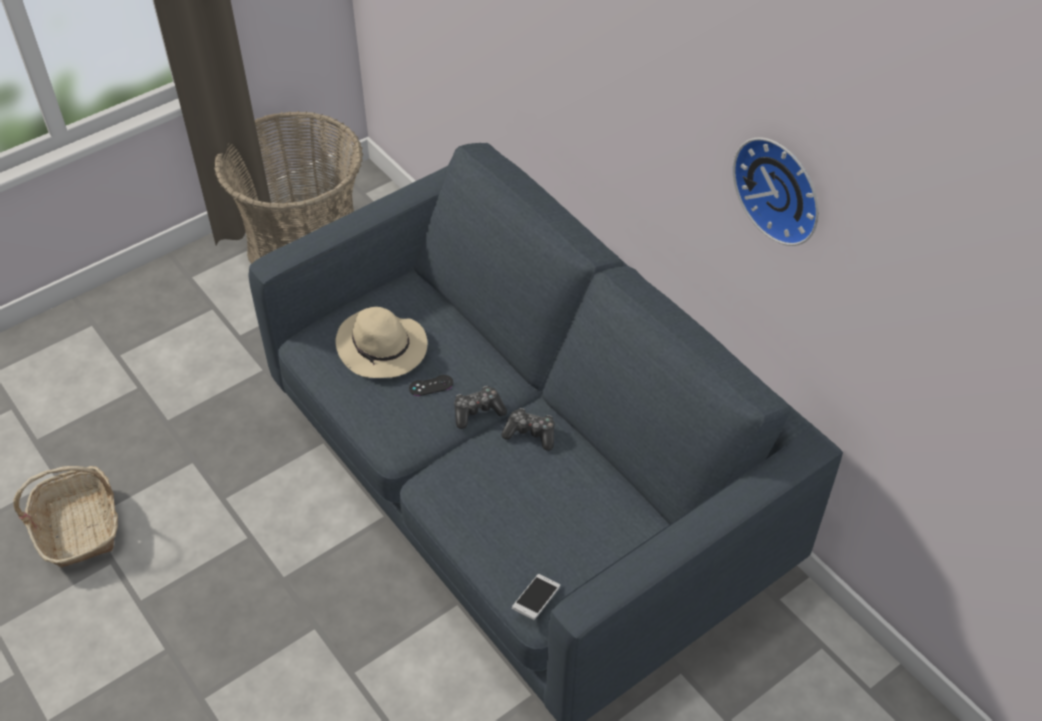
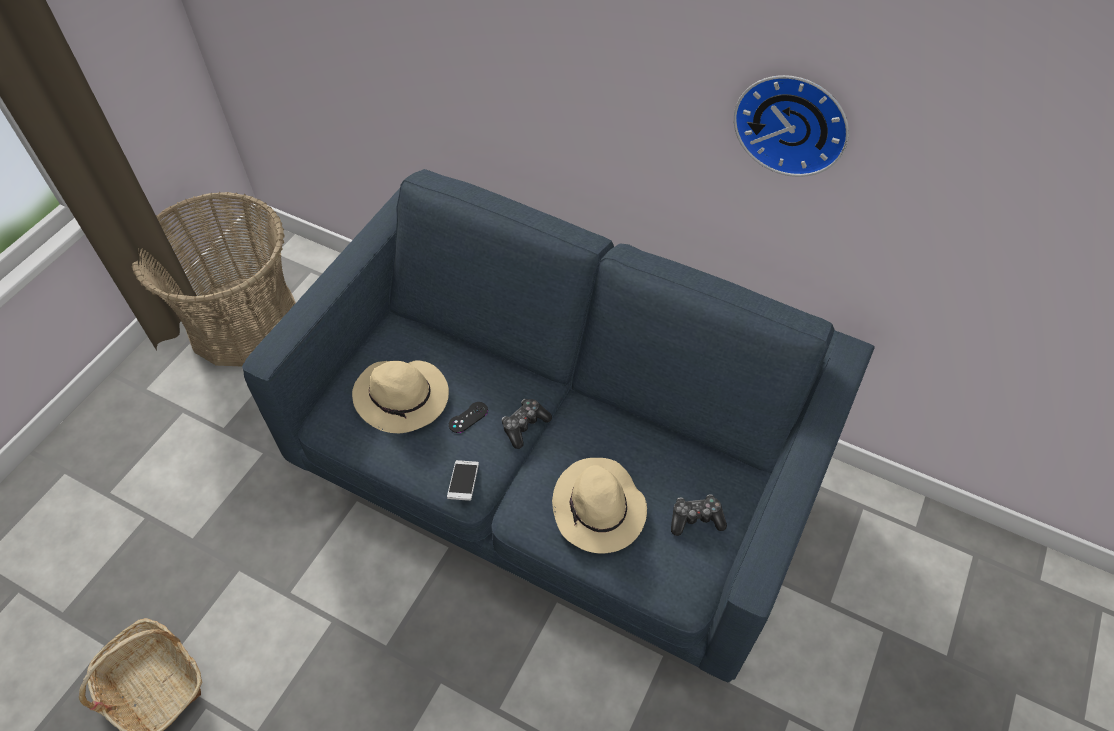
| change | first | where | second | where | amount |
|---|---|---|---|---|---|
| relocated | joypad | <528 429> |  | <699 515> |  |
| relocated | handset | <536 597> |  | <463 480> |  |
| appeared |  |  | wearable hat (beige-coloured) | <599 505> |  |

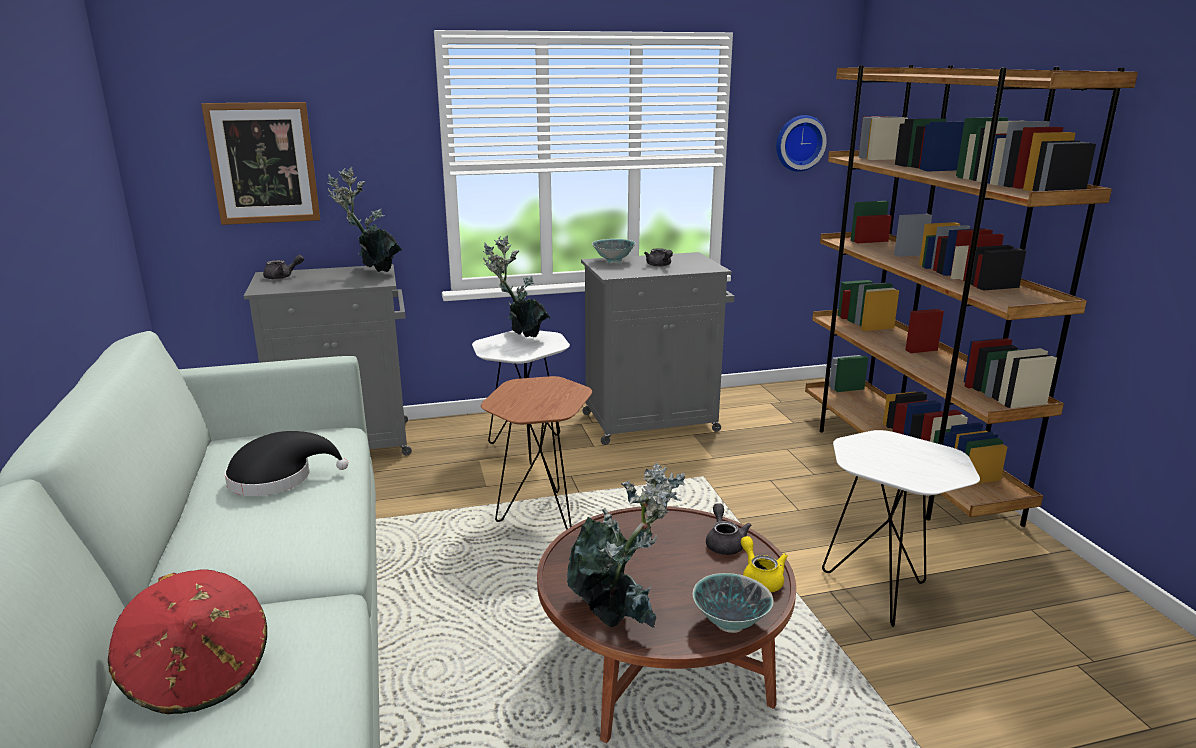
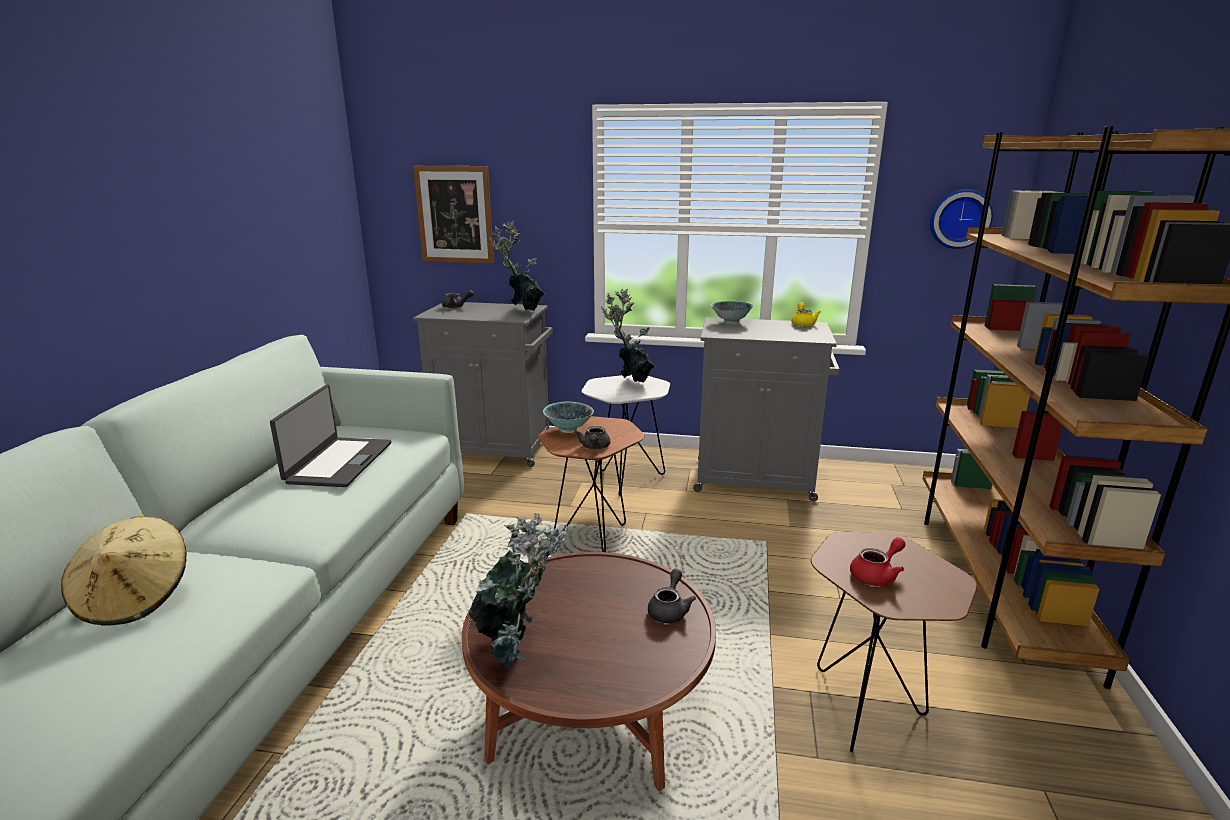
| change | first | where | second | where | amount |
|---|---|---|---|---|---|
| relocated | pot for tea (greyish) | <658 257> |  | <592 437> |  |
| colour | end table (white-coloured) | <901 528> | end table (brown) | <894 642> |  |
| exchanged | wearable hat (blackish) | <286 463> | notebook computer | <330 435> |  |
| relocated | pot for tea (yellowish) | <764 564> |  | <806 314> |  |
| colour | wearable hat (red-coloured) | <187 642> | wearable hat (beige-coloured) | <124 571> |  |
| relocated | bowl | <732 603> |  | <568 417> |  |
| appeared |  |  | pot for tea (red-coloured) | <878 561> |  |

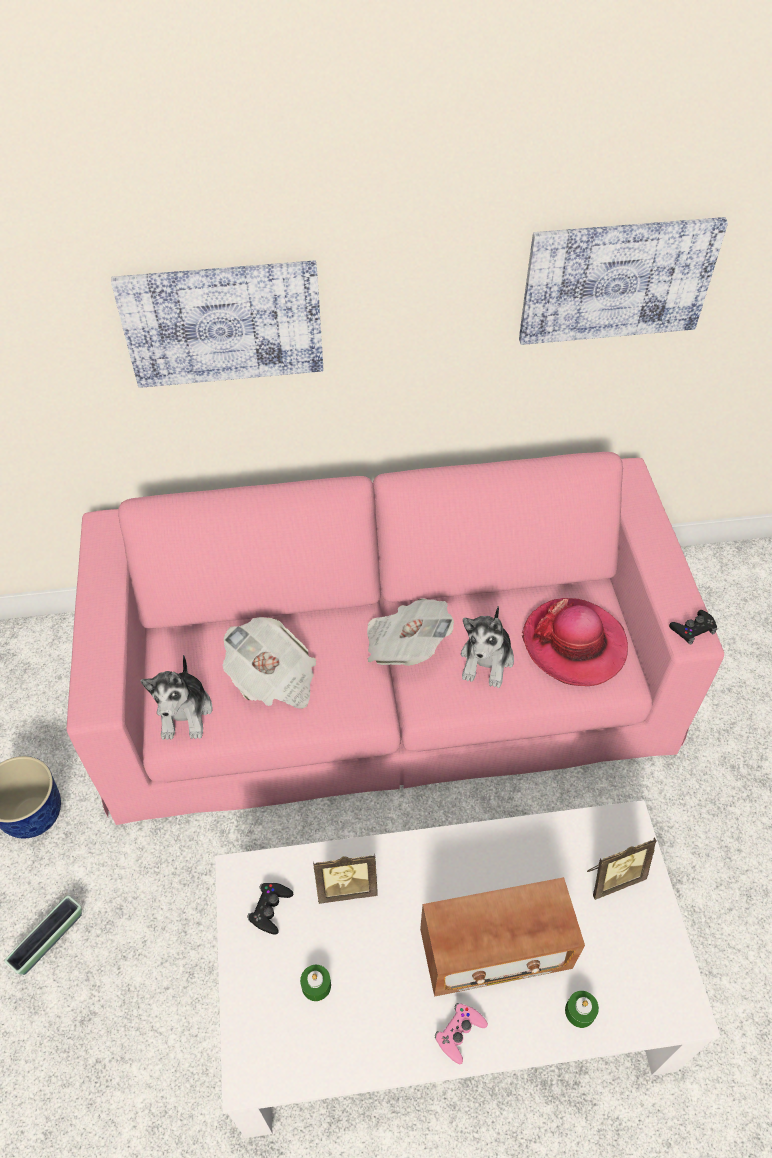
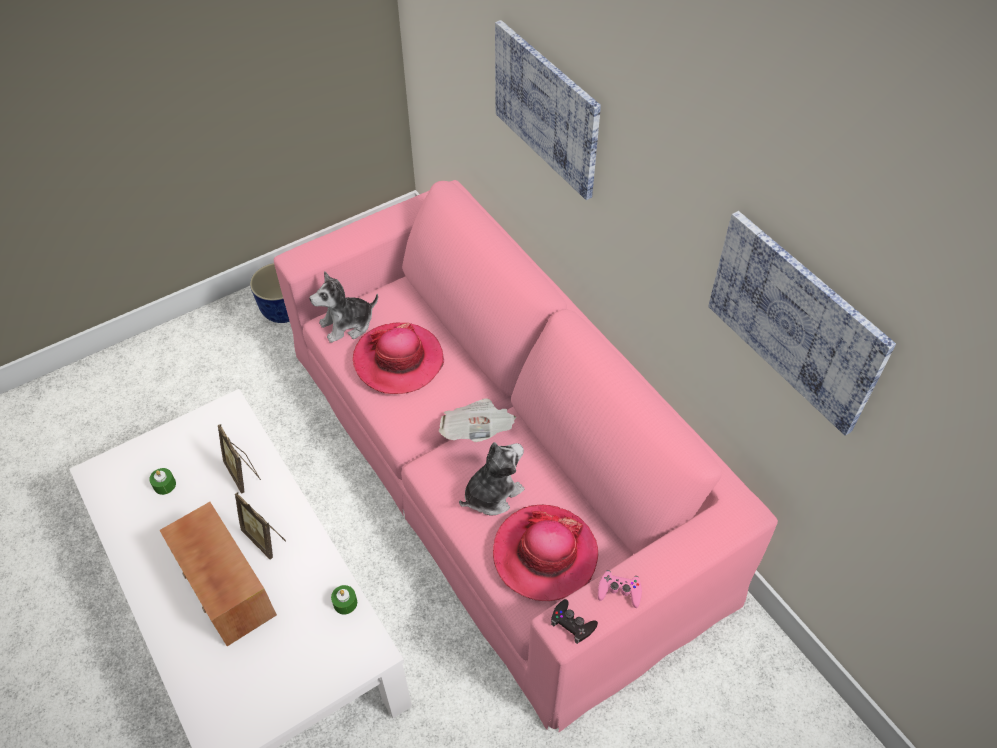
| change | first | where | second | where | amount |
|---|---|---|---|---|---|
| spun | cuddly toy | <487 647> |  | <492 479> | 150 degrees clockwise |
| exchanged | newspaper | <269 663> | wearable hat | <398 358> |  |
| relocated | picture frame | <621 869> |  | <260 526> |  |
| missing | joypad (blackish) | <270 909> |  |  |  |
| missing | plant pot | <43 935> |  |  |  |
| relocated | candle (green) | <582 1009> |  | <344 600> |  |
| relocated | joypad (pink) | <461 1033> |  | <620 589> |  |

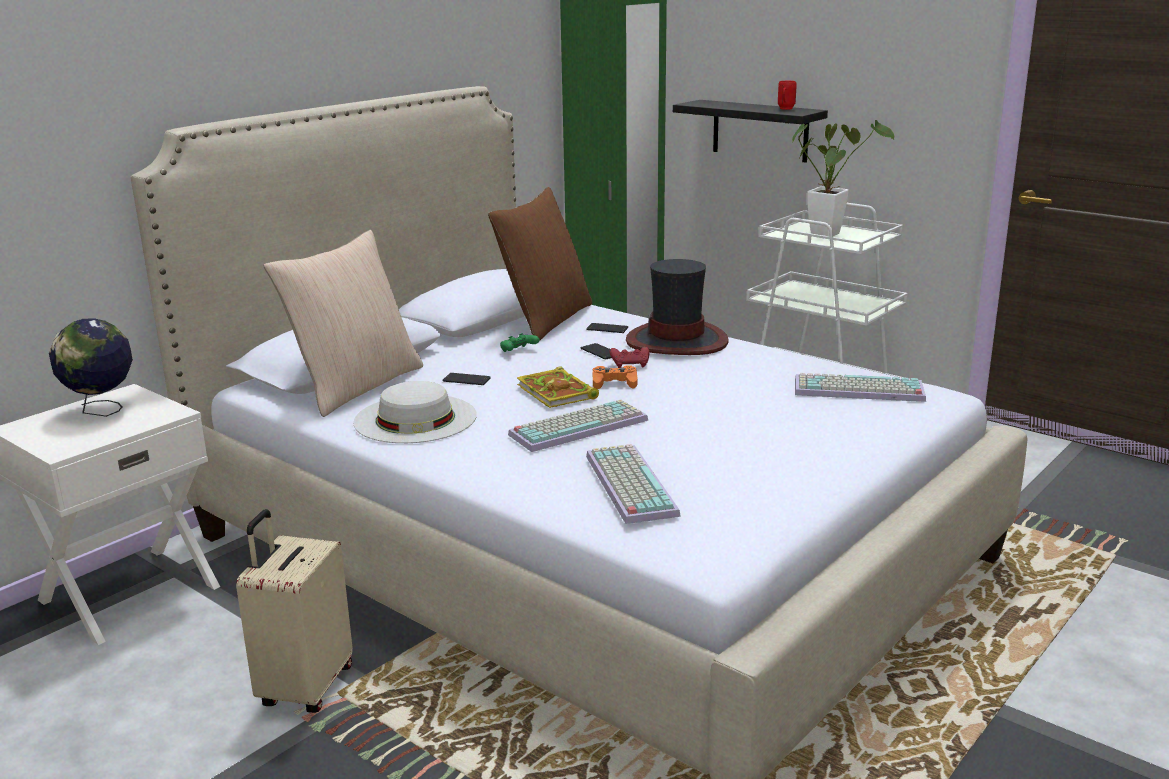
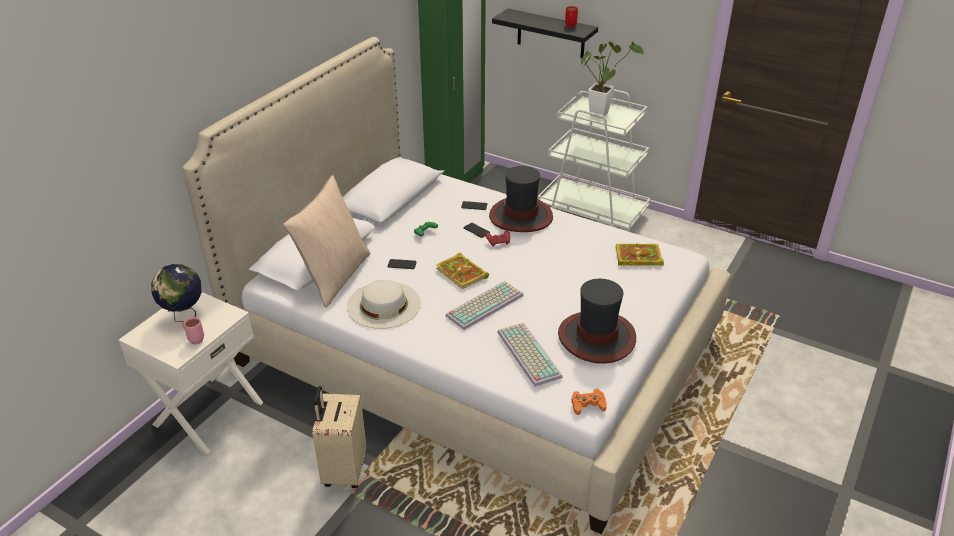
| change | first | where | second | where | amount |
|---|---|---|---|---|---|
| missing | cushion (brown) | <540 263> |  |  |  |
| relocated | joypad (orangey) | <615 377> |  | <589 402> |  |
| exchanged | PC keyboard | <860 387> | bound book | <639 254> |  |
| appeared |  |  | wearable hat | <597 321> |  |
| appeared |  |  | coffee mug (pink) | <193 331> |  |

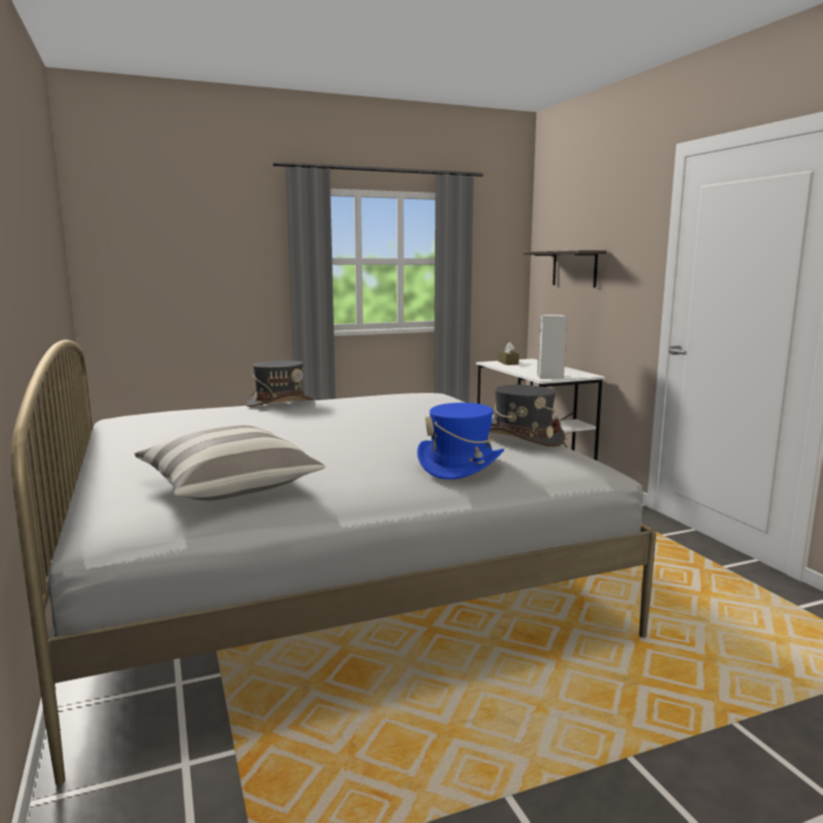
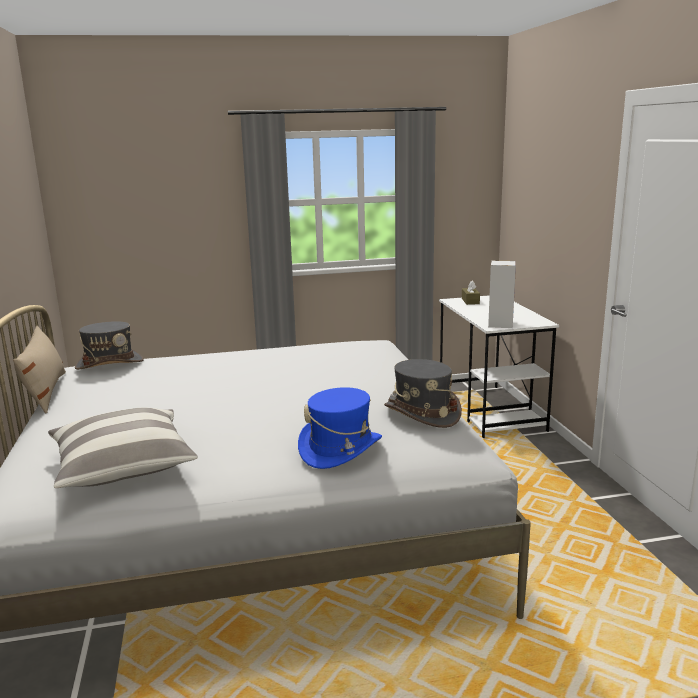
| change | first | where | second | where | amount |
|---|---|---|---|---|---|
| missing | shelf | <565 269> |  |  |  |
| relocated | wearable hat (greyish) | <279 384> |  | <109 345> |  |
| appeared |  |  | cushion (beige-coloured) | <39 369> |  |

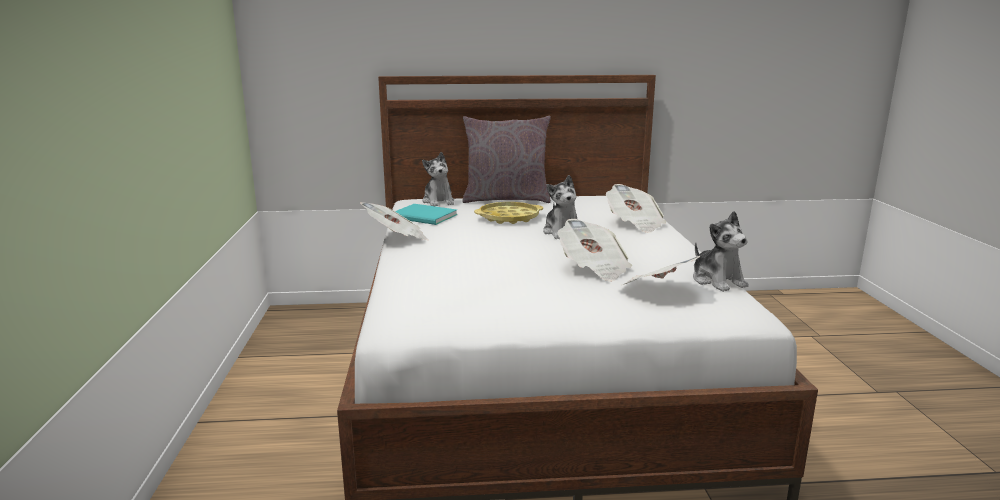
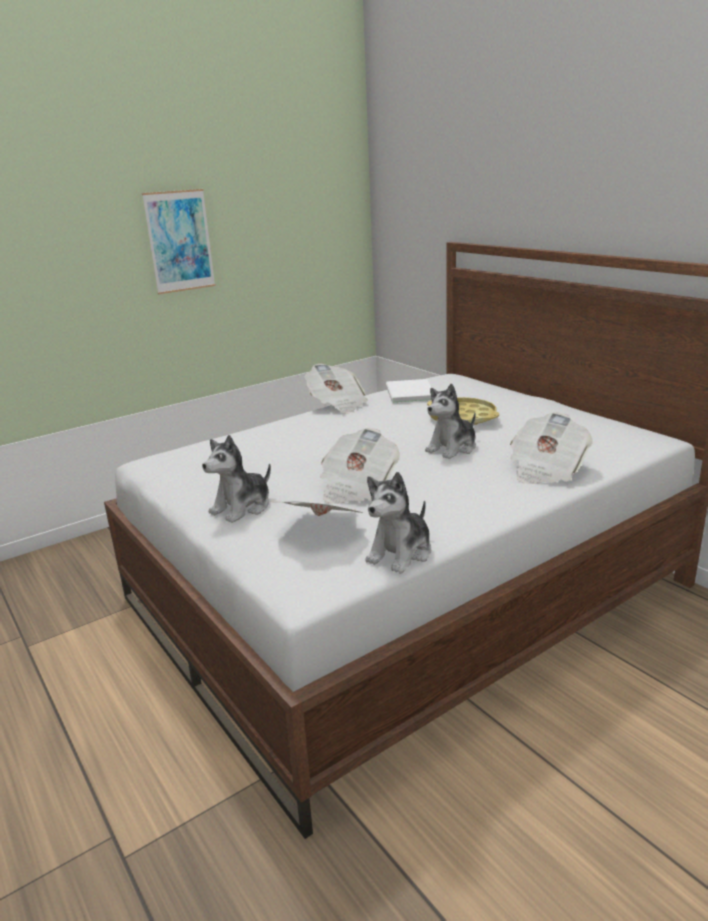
| change | first | where | second | where | amount |
|---|---|---|---|---|---|
| missing | cushion (greyish) | <506 159> |  |  |  |
| relocated | cuddly toy | <438 179> |  | <236 479> |  |
| colour | bound book (blue-green) | <426 214> | bound book (white-coloured) | <409 391> |  |
| appeared |  |  | picture | <179 241> |  |

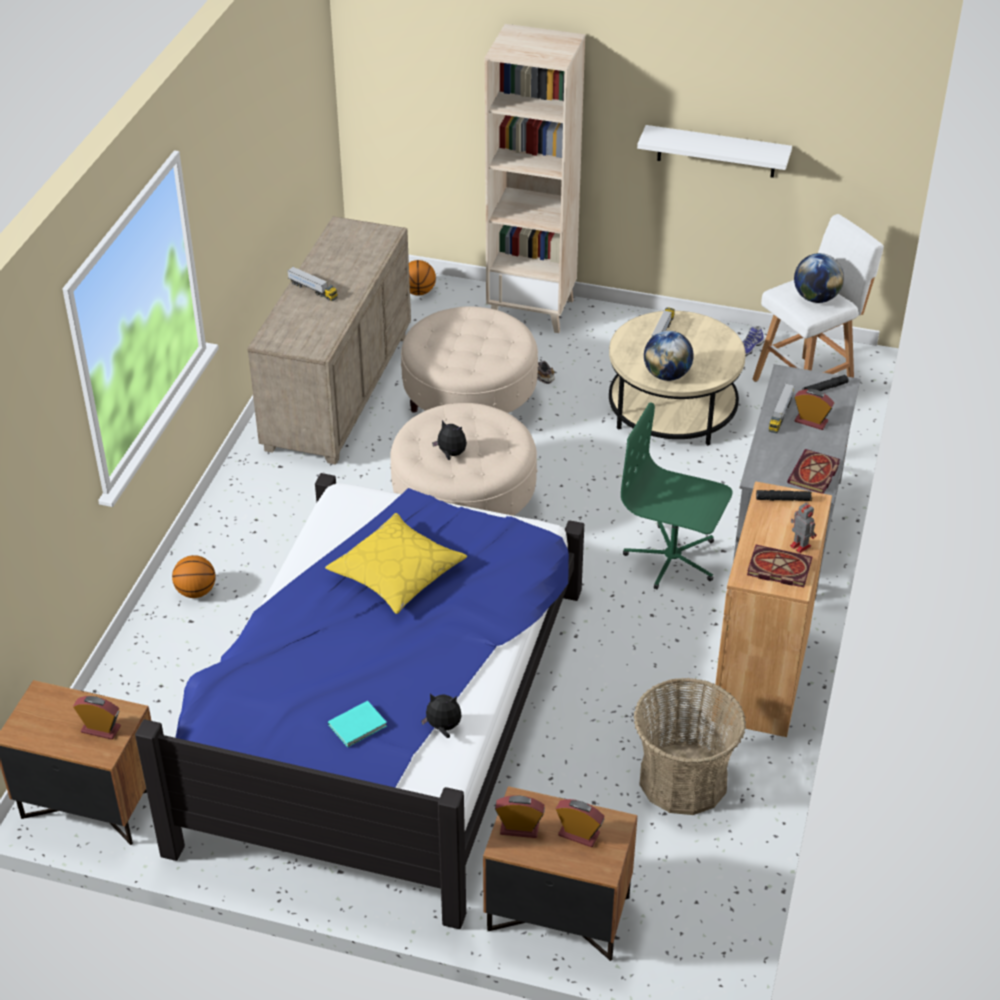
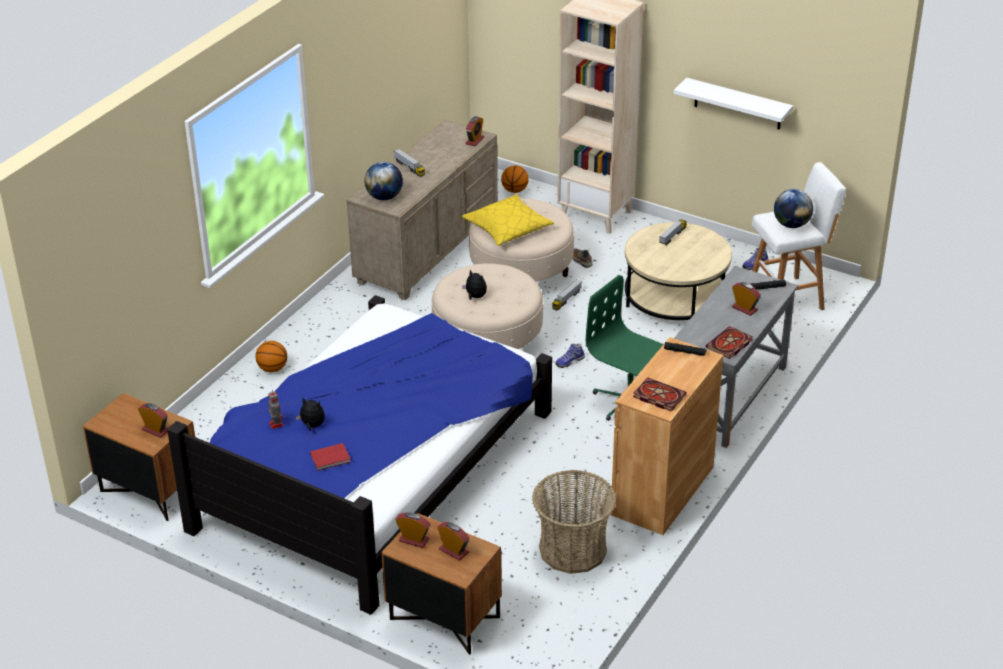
| change | first | where | second | where | amount |
|---|---|---|---|---|---|
| relocated | desk globe | <669 356> |  | <383 181> |  |
| relocated | toy truck | <781 408> |  | <567 294> |  |
| relocated | toy robot | <803 527> |  | <276 409> |  |
| relocated | cushion (yellowish) | <396 563> |  | <508 220> |  |
| relocated | cuddly toy | <441 716> |  | <310 414> |  |
| colour | bound book (blue-green) | <357 724> | bound book (red-coloured) | <330 456> |  |
| appeared |  |  | alarm clock | <475 131> |  |
| appeared |  |  | low shoe | <570 356> |  |

